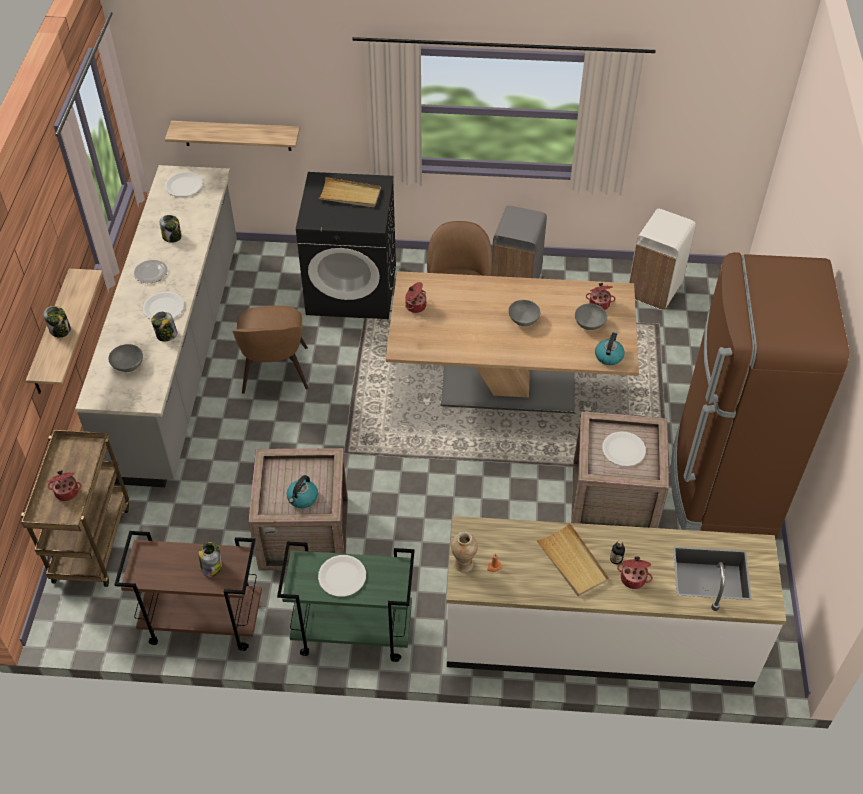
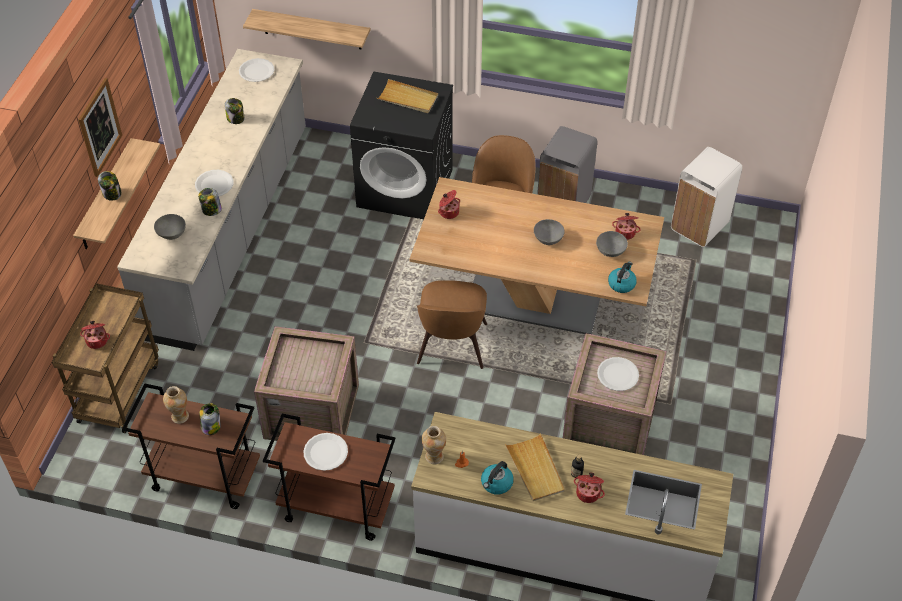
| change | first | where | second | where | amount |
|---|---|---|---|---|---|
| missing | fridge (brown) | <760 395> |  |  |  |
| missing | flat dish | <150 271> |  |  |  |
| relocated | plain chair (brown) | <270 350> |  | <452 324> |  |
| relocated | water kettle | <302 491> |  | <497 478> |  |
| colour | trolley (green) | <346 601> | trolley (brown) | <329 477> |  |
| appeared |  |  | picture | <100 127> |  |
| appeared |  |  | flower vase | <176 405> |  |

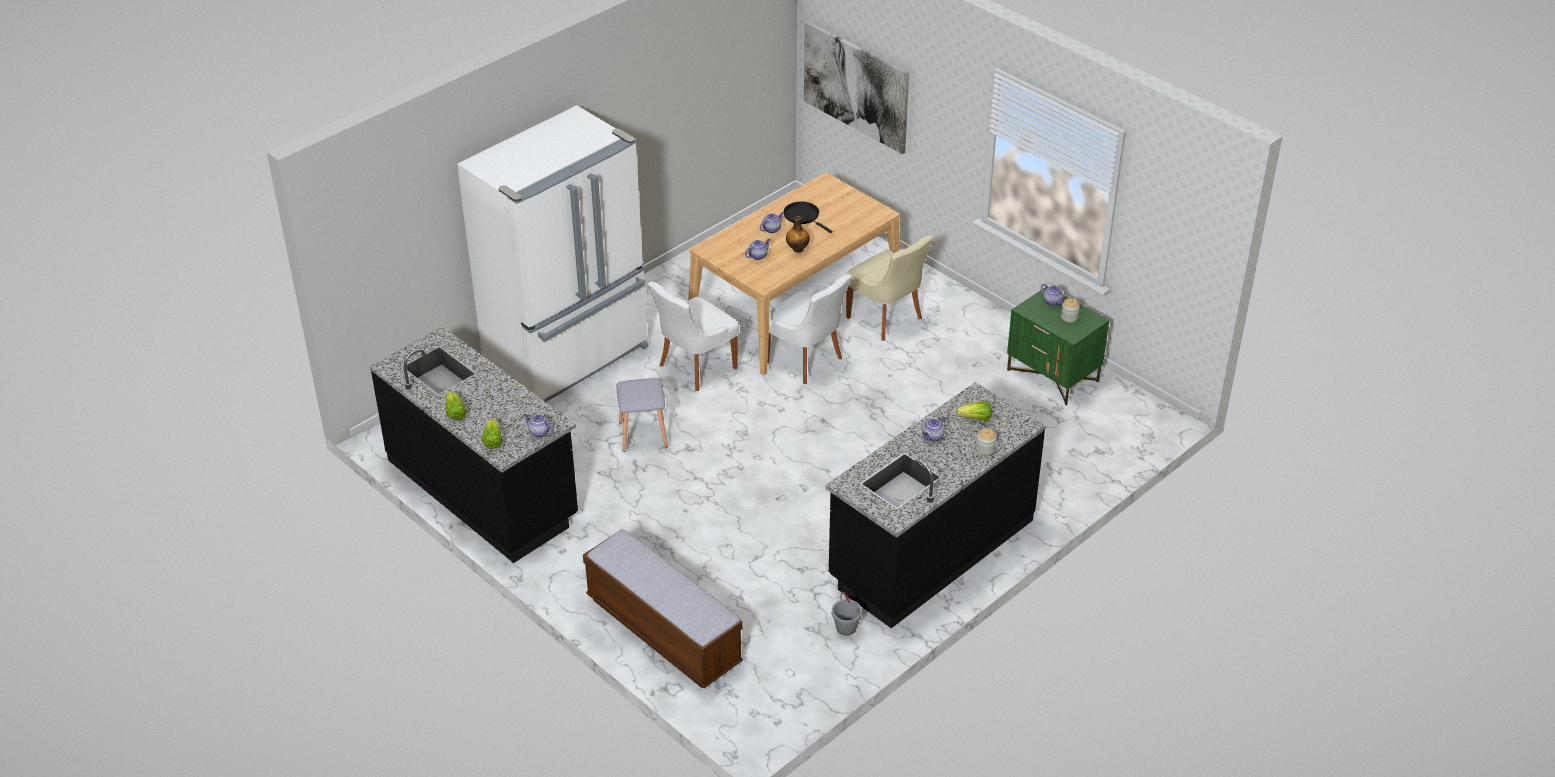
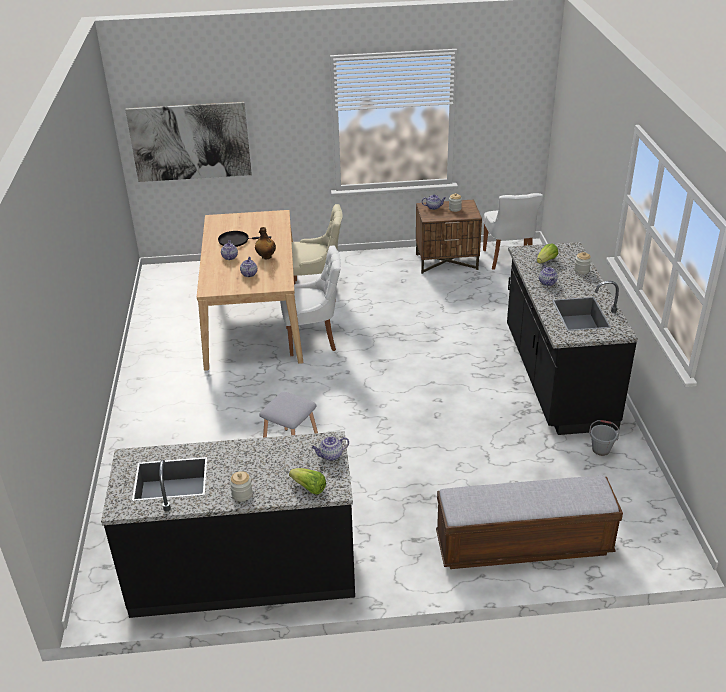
| change | first | where | second | where | amount |
|---|---|---|---|---|---|
| missing | fridge (white-coloured) | <553 254> |  |  |  |
| relocated | plain chair (white-coloured) | <693 336> |  | <513 231> |  |
| colour | night table (green) | <1058 345> | night table (brown) | <449 236> |  |
| exchanged | head of lettuce | <456 405> | storage jar | <241 486> |  |

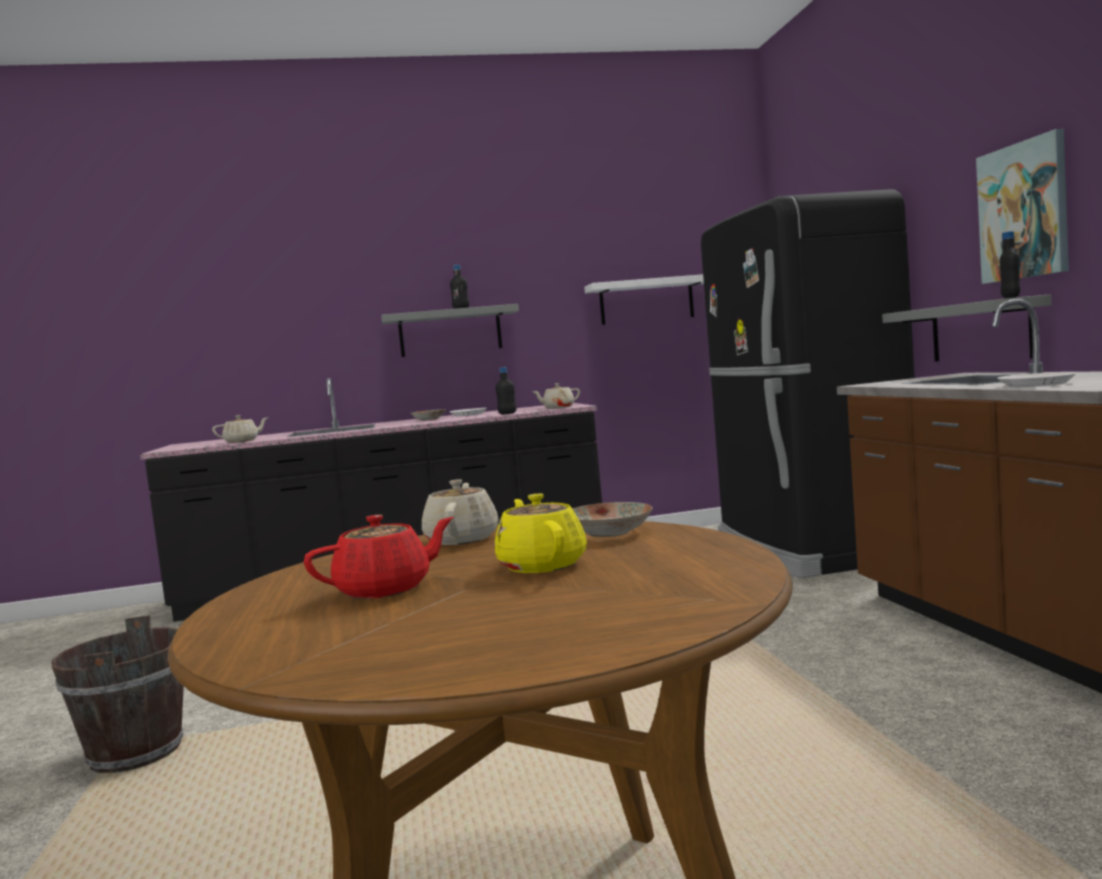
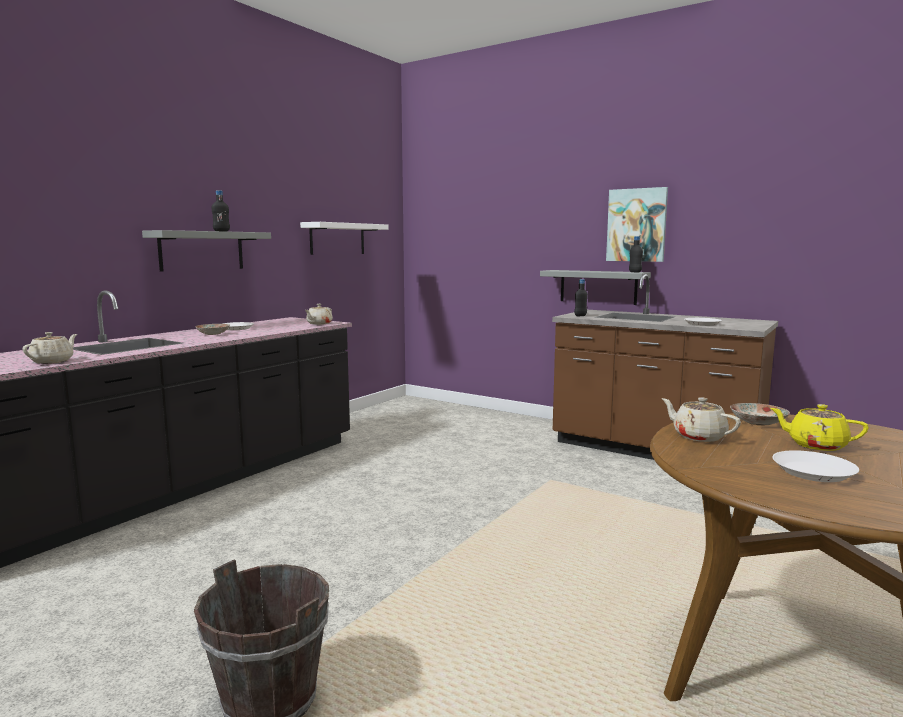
| change | first | where | second | where | amount |
|---|---|---|---|---|---|
| missing | fridge (blackish) | <808 383> |  |  |  |
| relocated | drink bottle (blackish) | <505 390> |  | <581 297> |  |
| exchanged | pot for tea (red-coloured) | <379 557> | flat dish (white-coloured) | <815 466> |  |

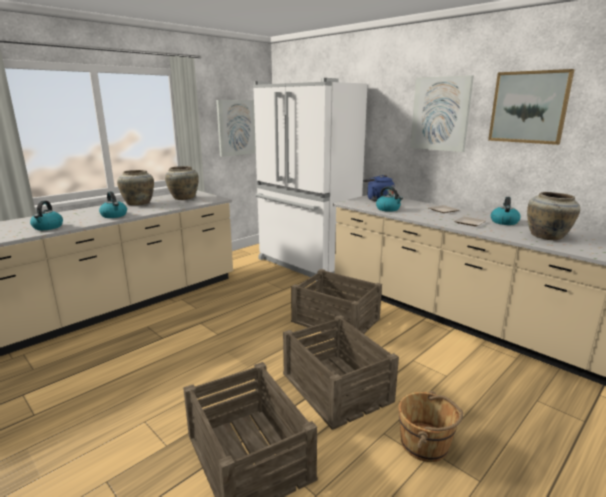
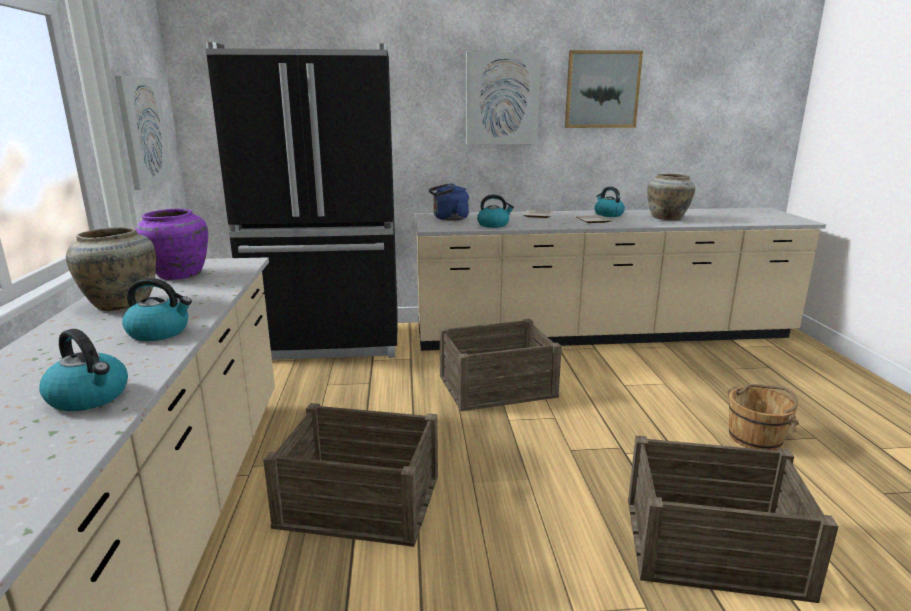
| change | first | where | second | where | amount |
|---|---|---|---|---|---|
| colour | fridge (white-coloured) | <310 179> | fridge (blackish) | <301 201> |  |
| colour | flower vase (beige-coloured) | <182 183> | flower vase (purple) | <171 244> |  |
| relocated | packing crate | <341 372> |  | <350 475> |  |

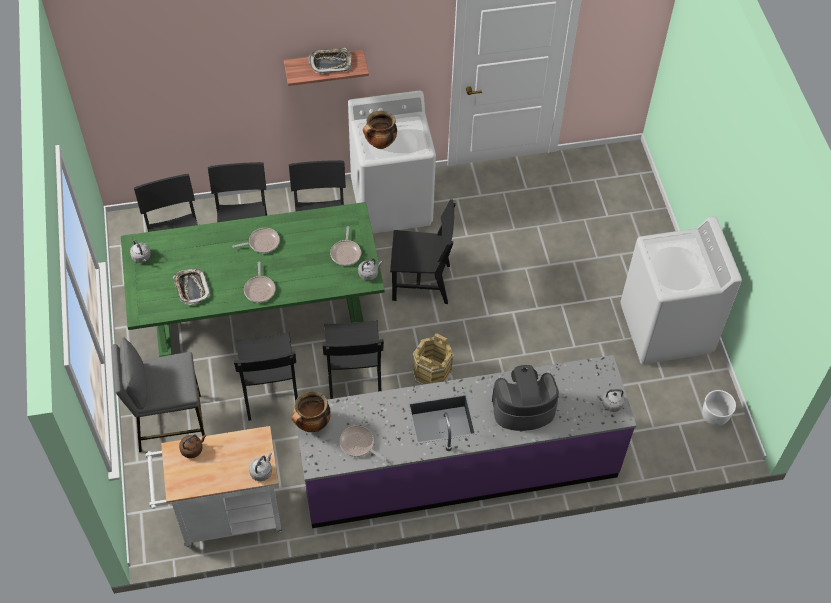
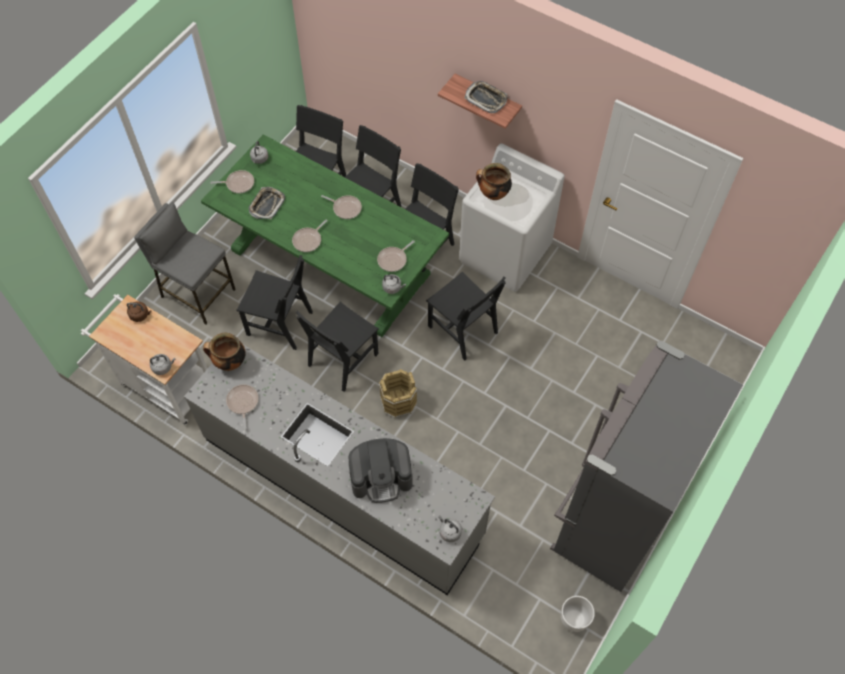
| change | first | where | second | where | amount |
|---|---|---|---|---|---|
| exchanged | laundry machine (white-coloured) | <681 290> | fridge (greyish) | <646 466> |  |
| spun | plain chair (blackish) | <266 376> |  | <274 302> | 105 degrees counterclockwise |
| colour | counter (purple) | <464 441> | counter (greyish) | <339 470> |  |
| spun | coffee brewer | <525 398> |  | <381 470> | 135 degrees clockwise |
| appeared |  |  | frying pan | <232 181> |  |

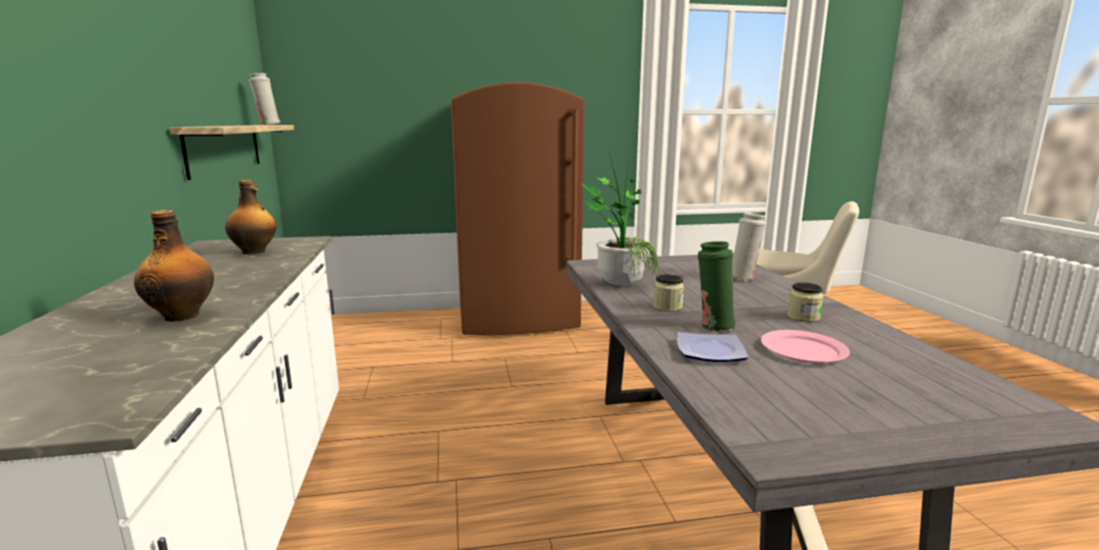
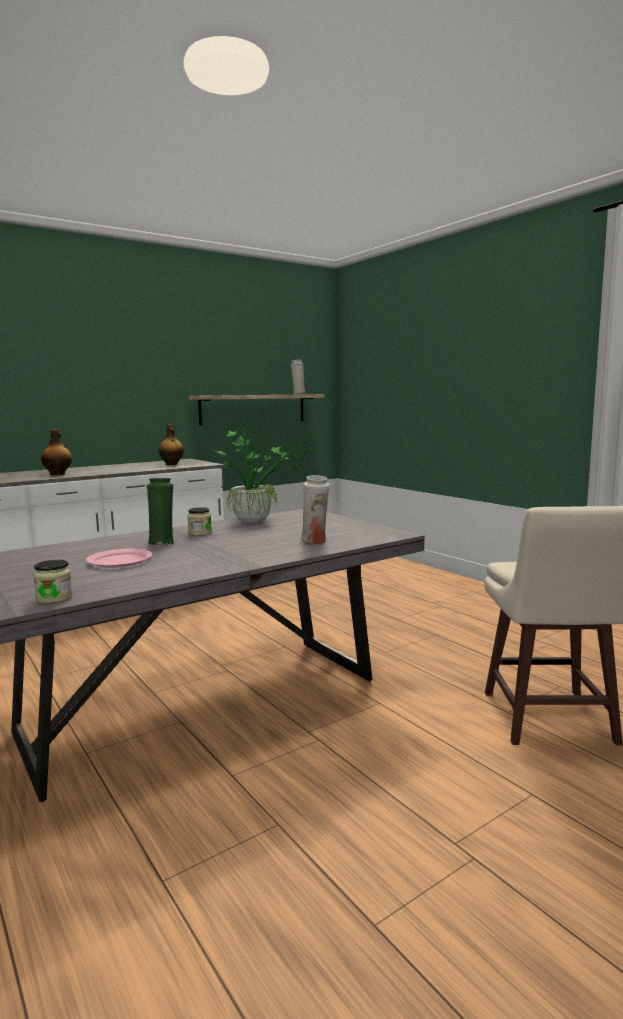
| change | first | where | second | where | amount |
|---|---|---|---|---|---|
| missing | fridge (brown) | <517 208> |  |  |  |
| relocated | storage jar | <805 302> |  | <53 582> |  |
| missing | flat dish | <712 347> |  |  |  |

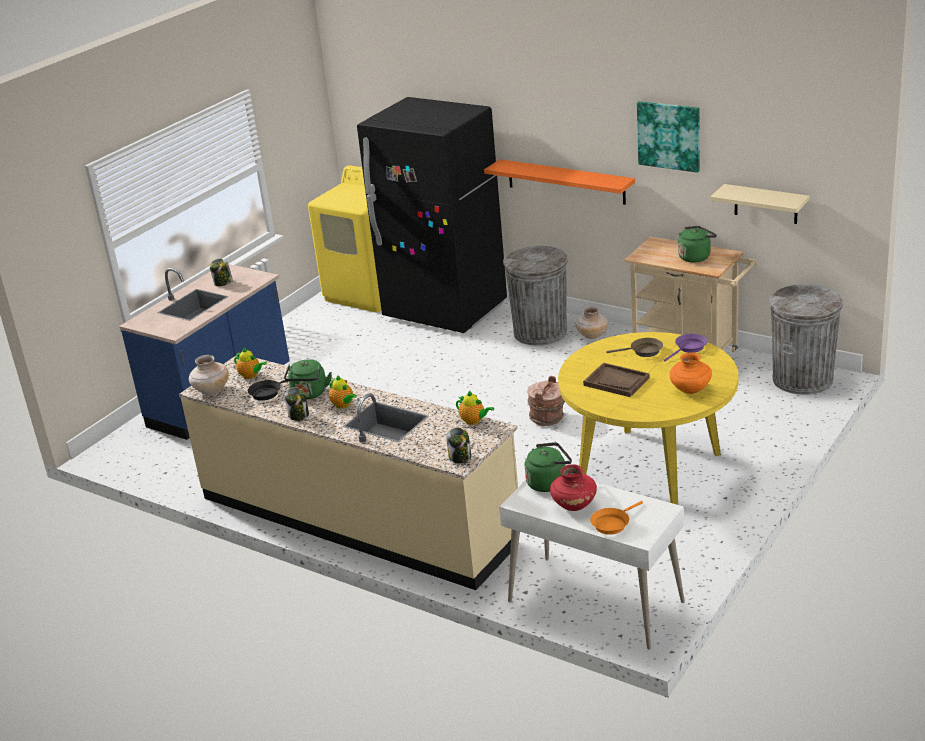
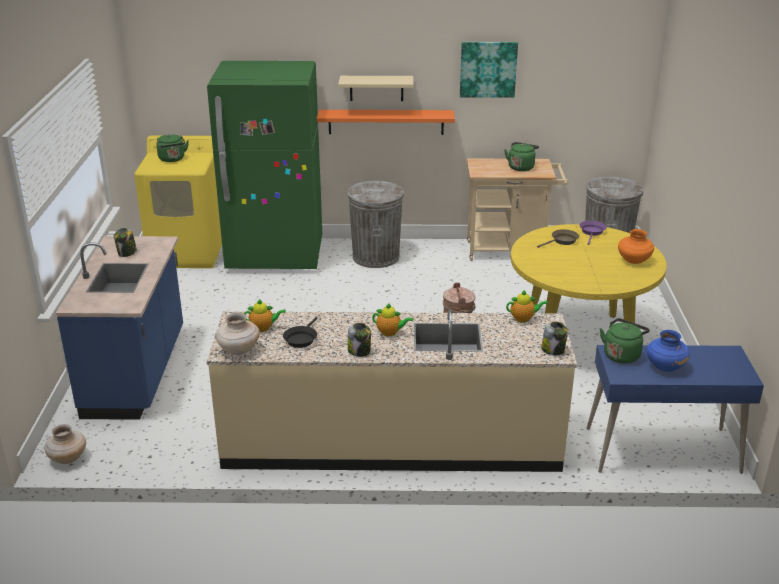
| change | first | where | second | where | amount |
|---|---|---|---|---|---|
| colour | fridge (blackish) | <432 215> | fridge (green) | <264 165> |  |
| relocated | shelf (beige-coloured) | <760 204> |  | <375 88> |  |
| relocated | flower vase (beige-coloured) | <592 322> |  | <65 444> |  |
| relocated | water kettle (green) | <308 379> |  | <172 148> |  |
| missing | carrying tray (brown) | <616 380> |  |  |  |
| colour | flower vase (red-coloured) | <573 487> | flower vase (blue) | <668 351> |  |
| colour | desk (white-coloured) | <592 565> | desk (blue) | <675 409> |  |
| missing | frying pan (orangey) | <616 518> |  |  |  |

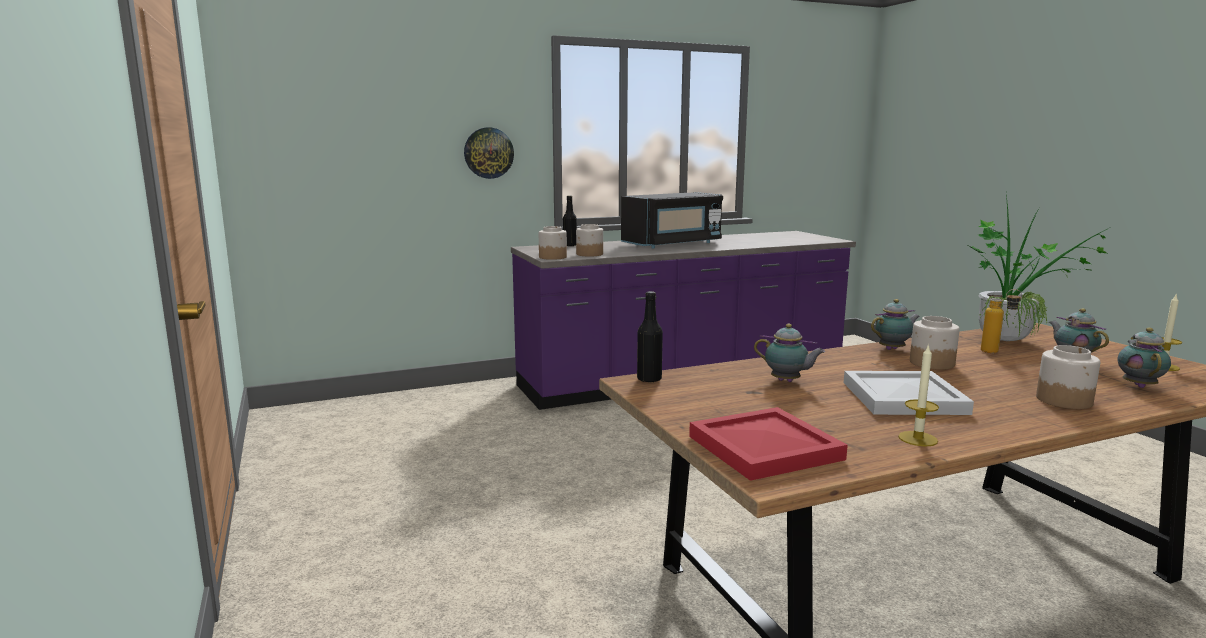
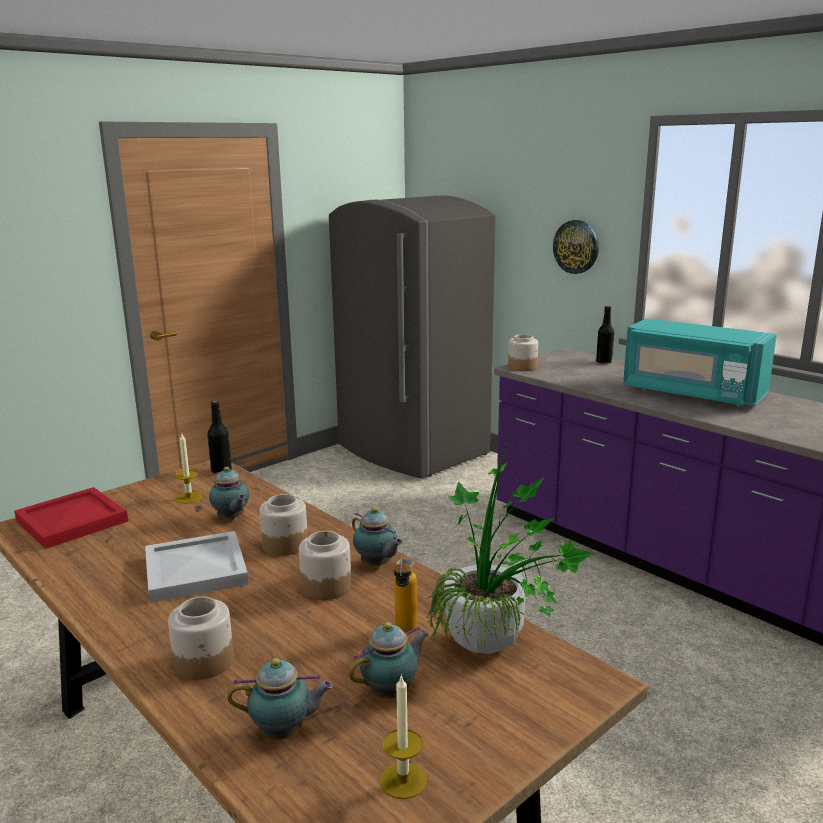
| change | first | where | second | where | amount |
|---|---|---|---|---|---|
| colour | microwave (blackish) | <672 220> | microwave (blue-green) | <700 362> |  |
| relocated | storage jar | <589 240> |  | <283 525> |  |
| spun | pot for tea | <789 353> |  | <229 493> | 45 degrees counterclockwise |
| relocated | candle | <918 395> |  | <188 469> |  |
| appeared |  |  | fridge (greyish) | <412 337> |  |

